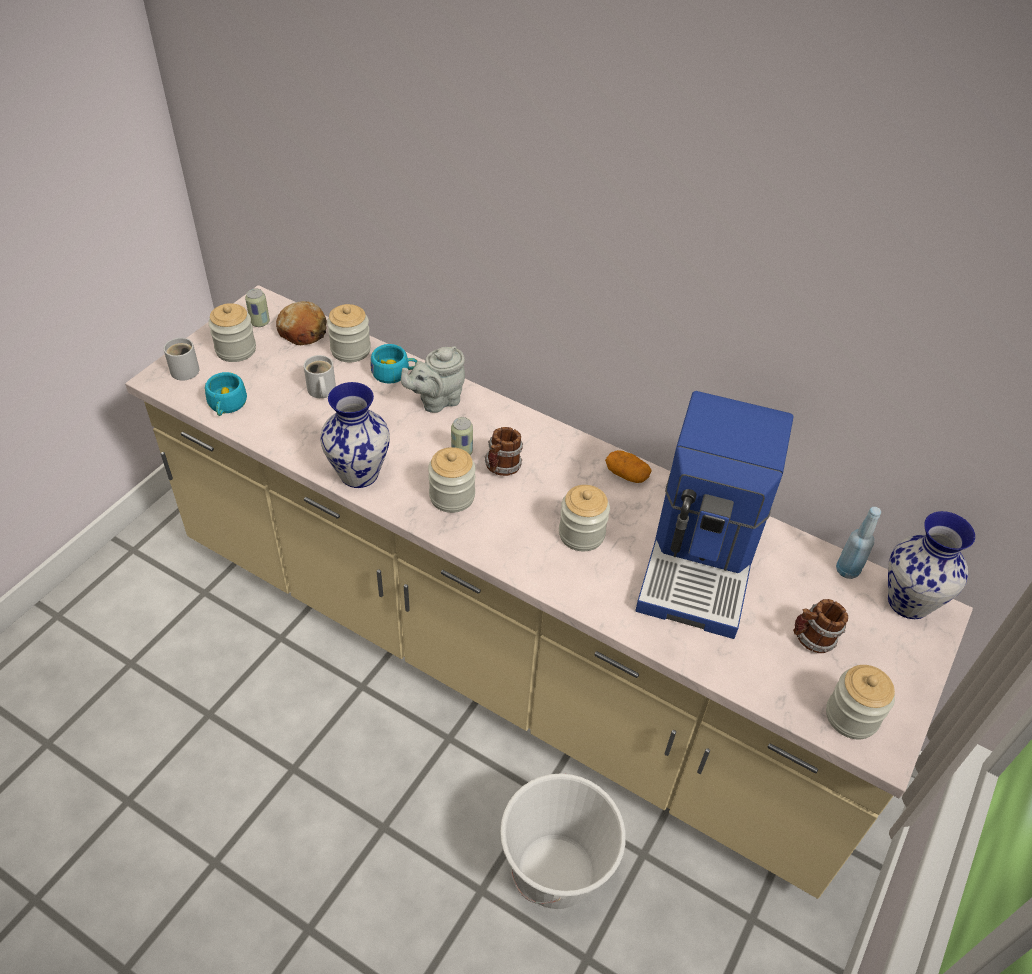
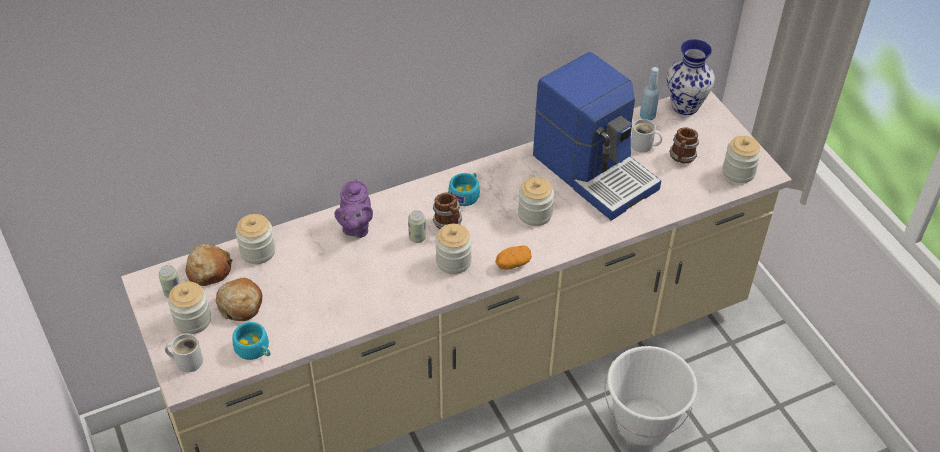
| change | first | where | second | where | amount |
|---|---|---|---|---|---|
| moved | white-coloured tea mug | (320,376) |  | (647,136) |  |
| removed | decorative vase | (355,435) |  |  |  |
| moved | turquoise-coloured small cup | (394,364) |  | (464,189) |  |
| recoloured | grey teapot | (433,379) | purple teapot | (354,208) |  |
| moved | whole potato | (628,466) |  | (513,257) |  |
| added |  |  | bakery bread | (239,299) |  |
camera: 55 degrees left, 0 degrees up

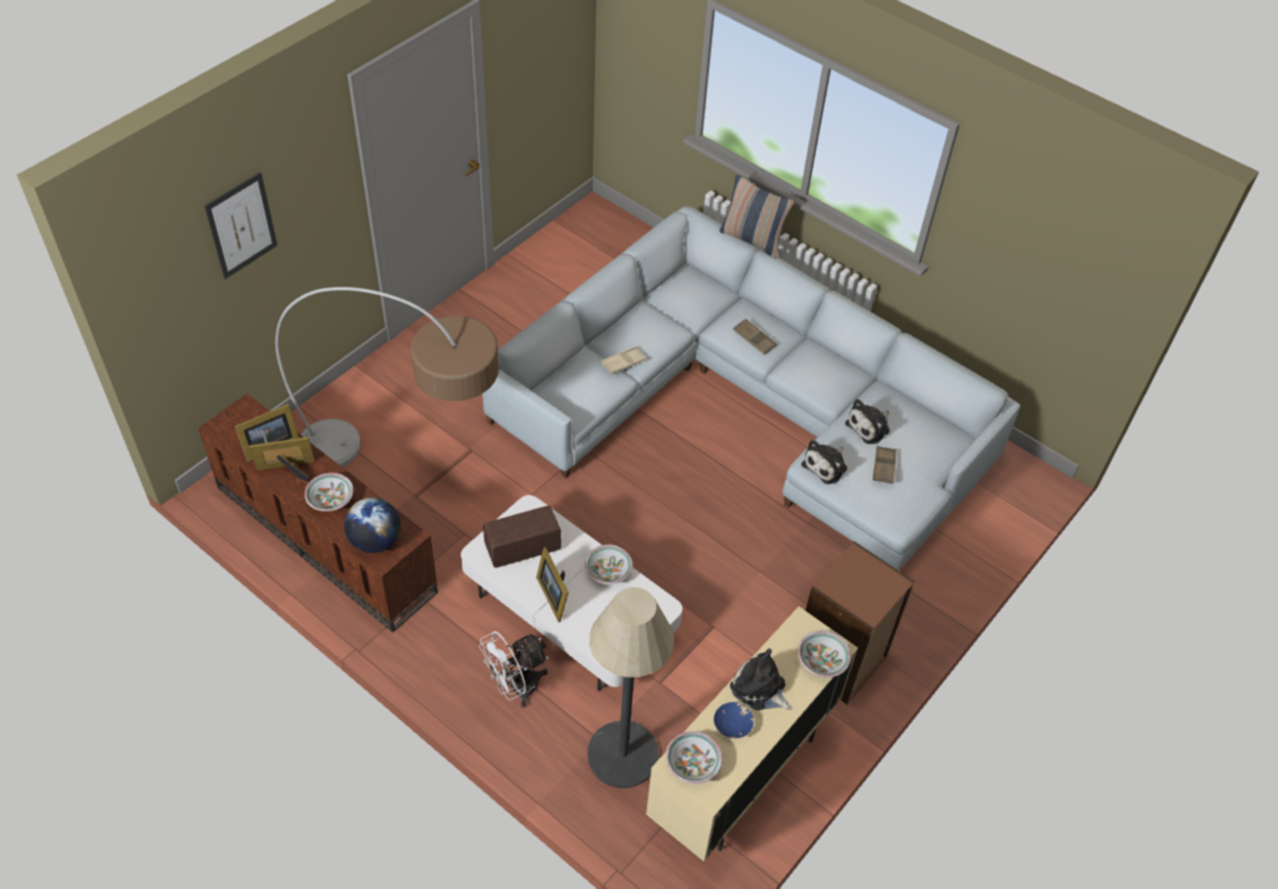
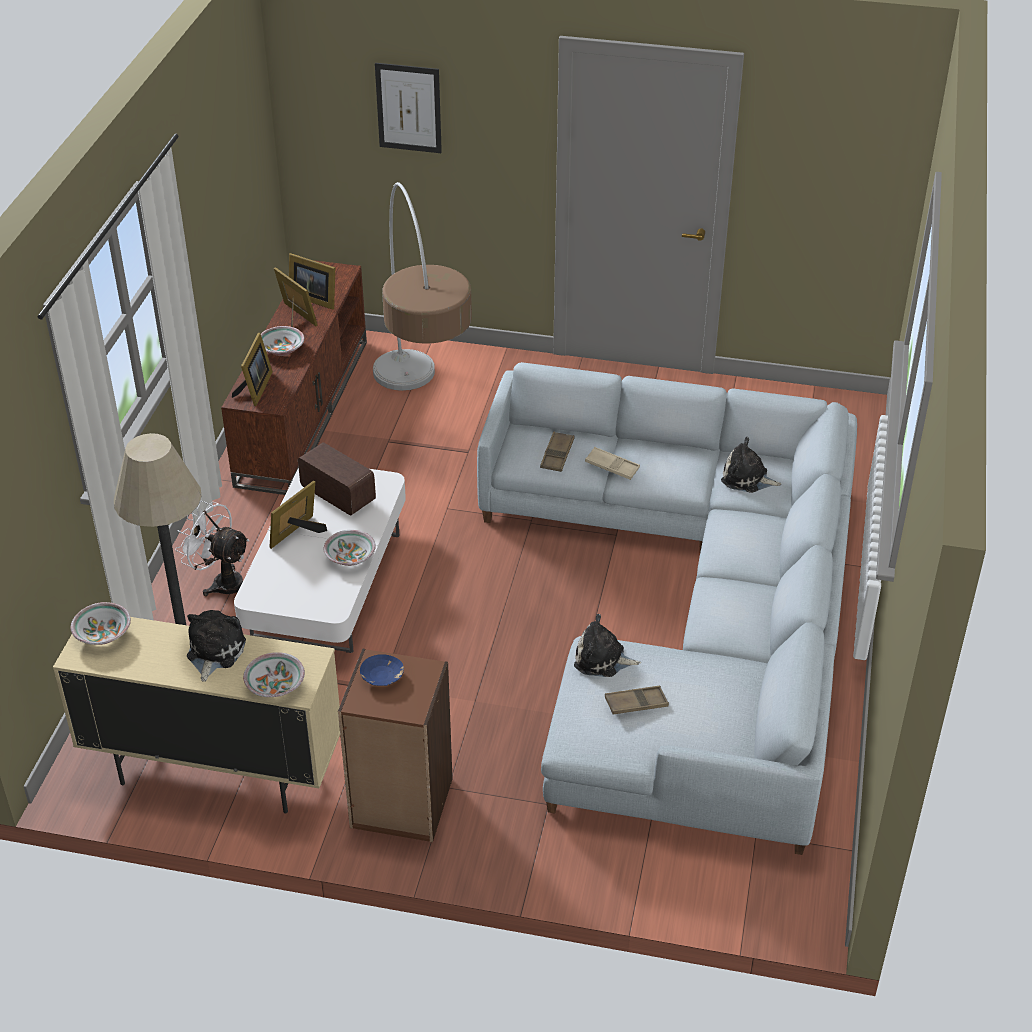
| change | first | where | second | where | amount |
|---|---|---|---|---|---|
| replaced | globe | (372,525) | photo frame | (252,369) |  |
| moved | bluish deep dish | (734,720) |  | (382,670) |  |
| removed | throw pillow | (757,217) |  |  |  |
| moved | brown tray | (755,337) |  | (557,451) |  |
| moved | soft toy | (867,421) |  | (751,465) |  |
camera: 65 degrees right, 10 degrees down

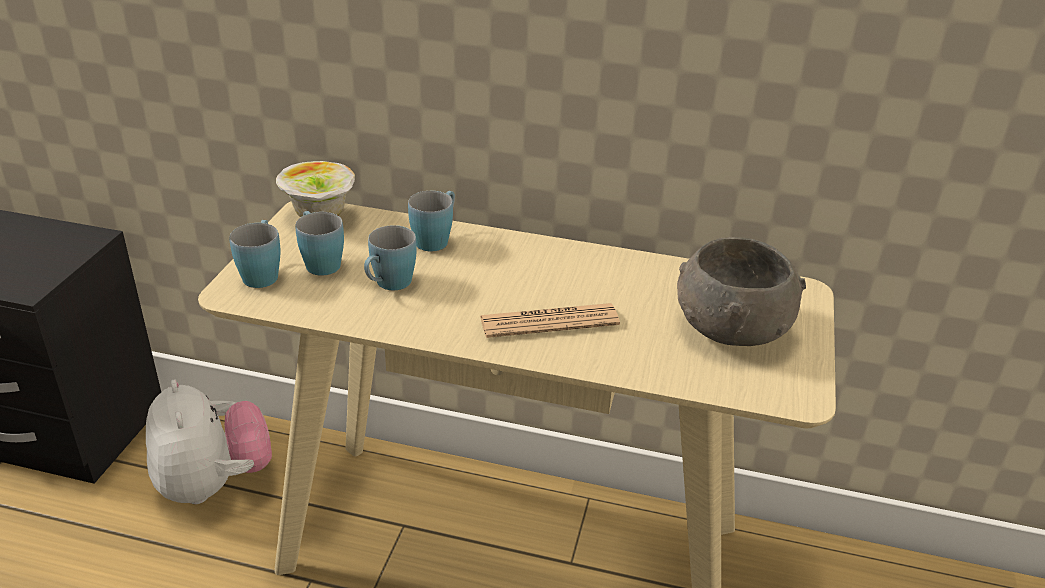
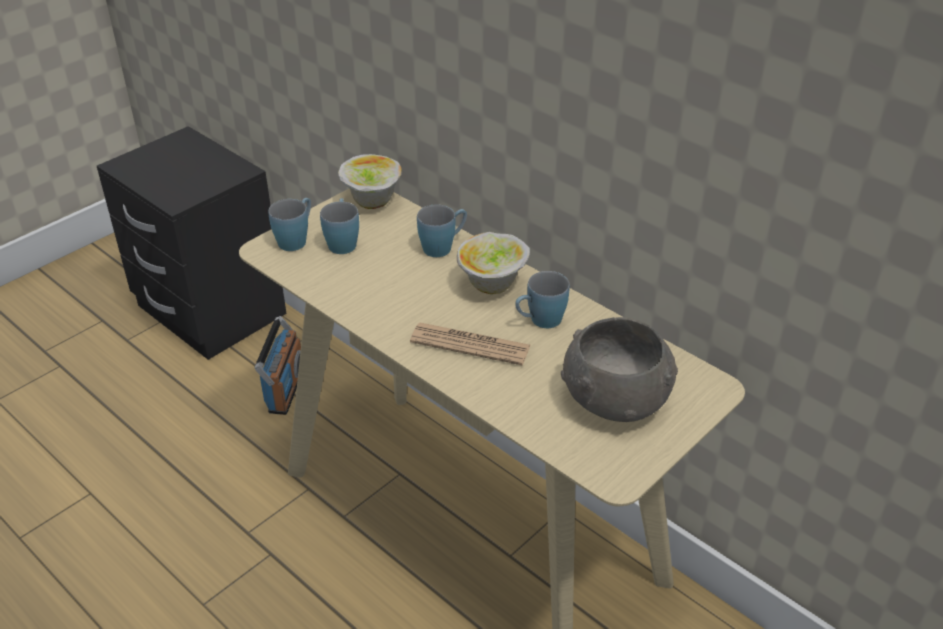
| change | first | where | second | where | amount |
|---|---|---|---|---|---|
| replaced | soft toy | (209,441) | radio set | (277,365) |  |
| moved | bluish tea mug | (390,257) |  | (542,299) |  |
| added |  |  | deep dish | (493,263) |  |
camera: 30 degrees right, 5 degrees up

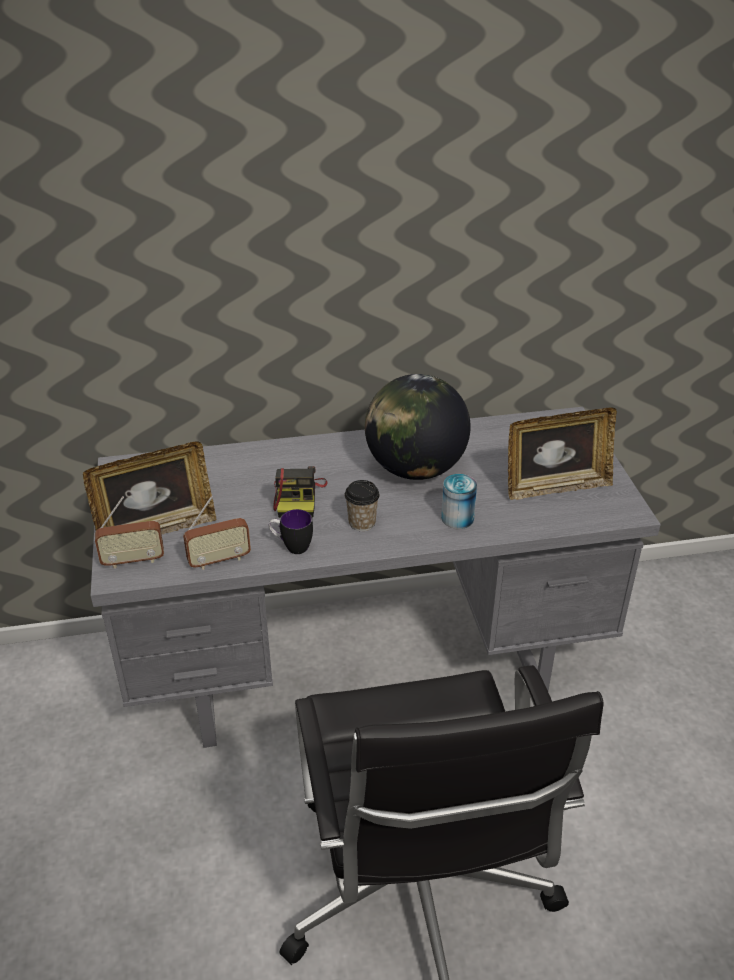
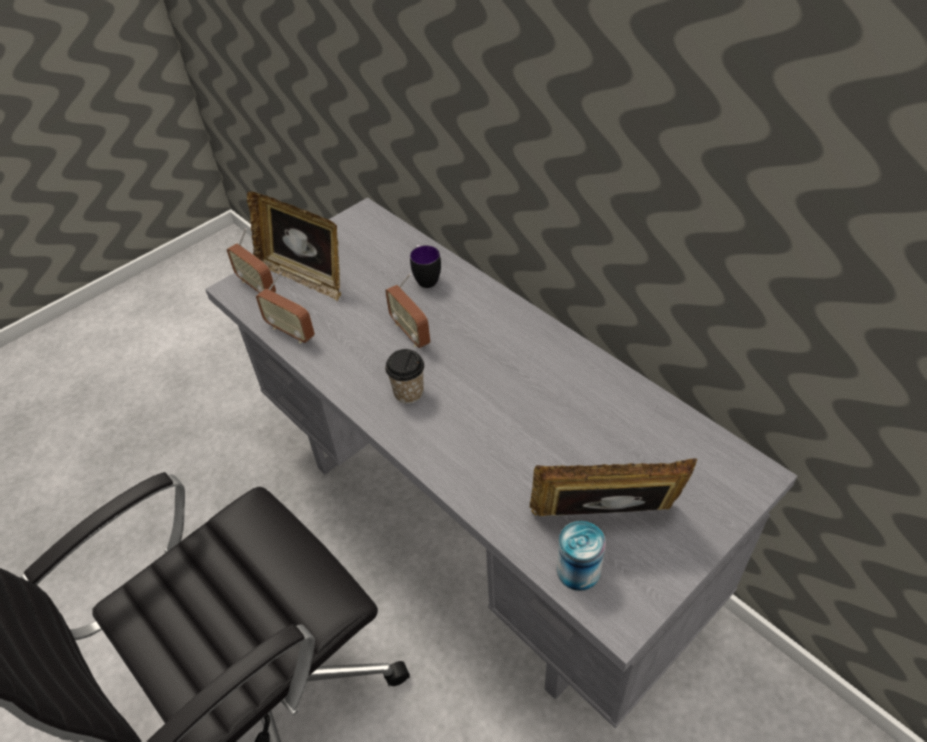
| change | first | where | second | where | amount |
|---|---|---|---|---|---|
| moved | tea mug | (291,531) |  | (425,266) |  |
| replaced | still camera | (300,492) | radio set | (407,311) |  |
| removed | globe | (418,427) |  |  |  |
| moved | sealed can | (459,501) |  | (581,556) |  |
| turned | photo frame | (562,454) |  | (613,487) | 135 degrees clockwise |
camera: 60 degrees right, 10 degrees up

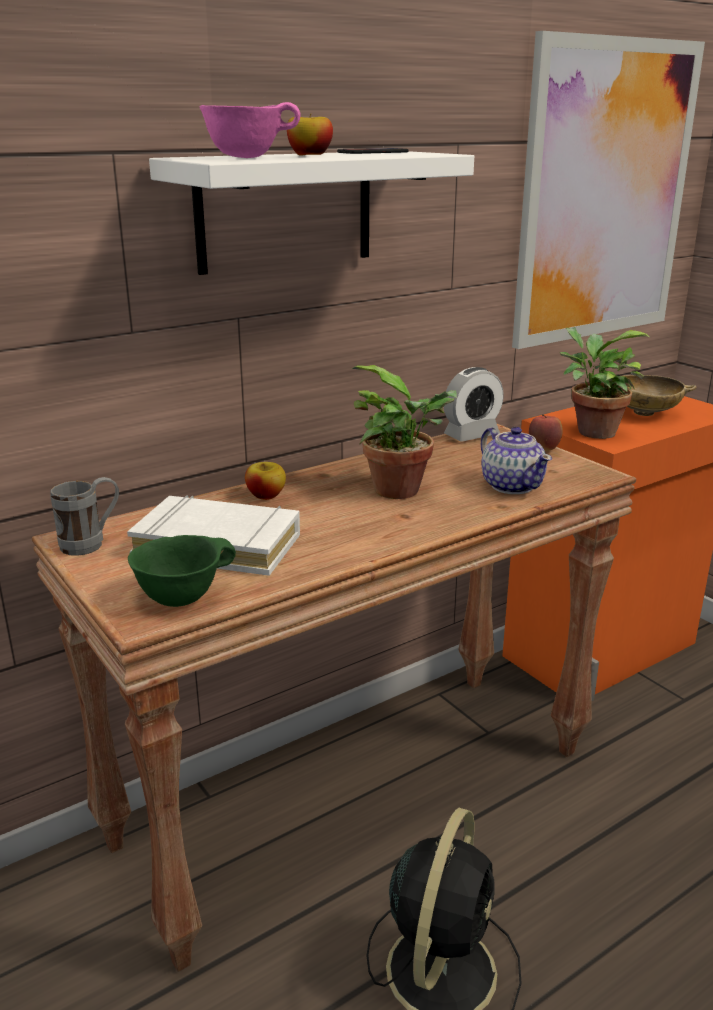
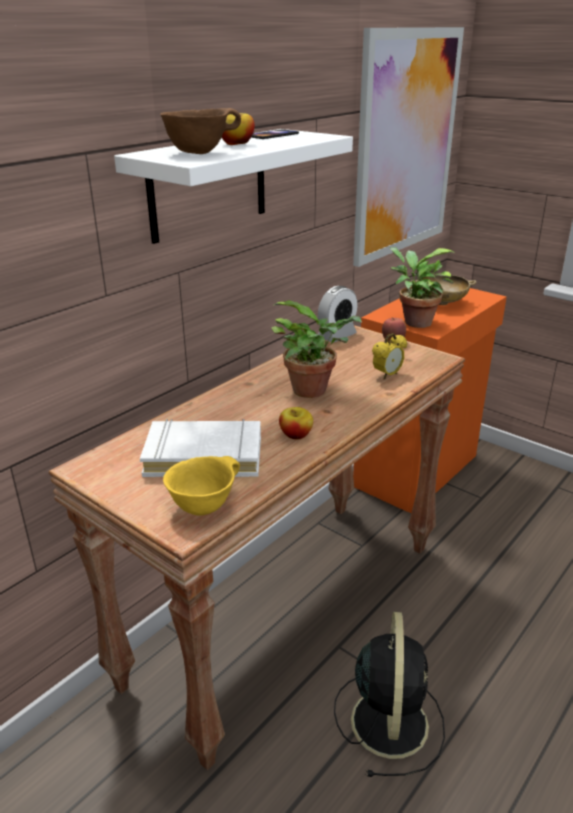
| change | first | where | second | where | amount |
|---|---|---|---|---|---|
| removed | grey tea mug | (84,516) |  |  |  |
| recoloured | greenish deep dish | (182,571) | yellowish deep dish | (201,485) |  |
| recoloured | pink deep dish | (250,130) | brown deep dish | (200,131) |  |
| moved | whole apple | (265,481) |  | (296,423) |  |
| replaced | teapot | (516,460) | alarm clock | (389,356) |  |
camera: 15 degrees left, 5 degrees up

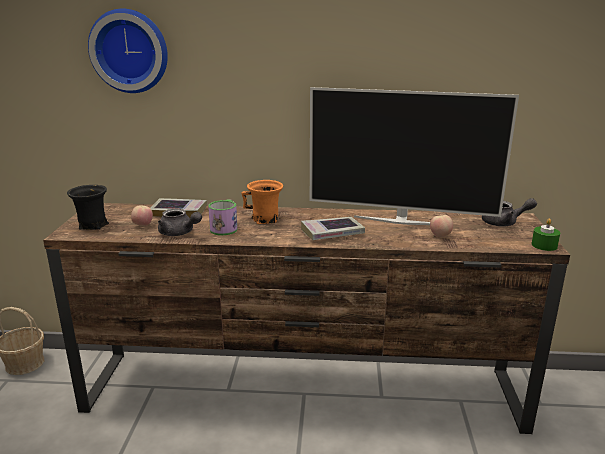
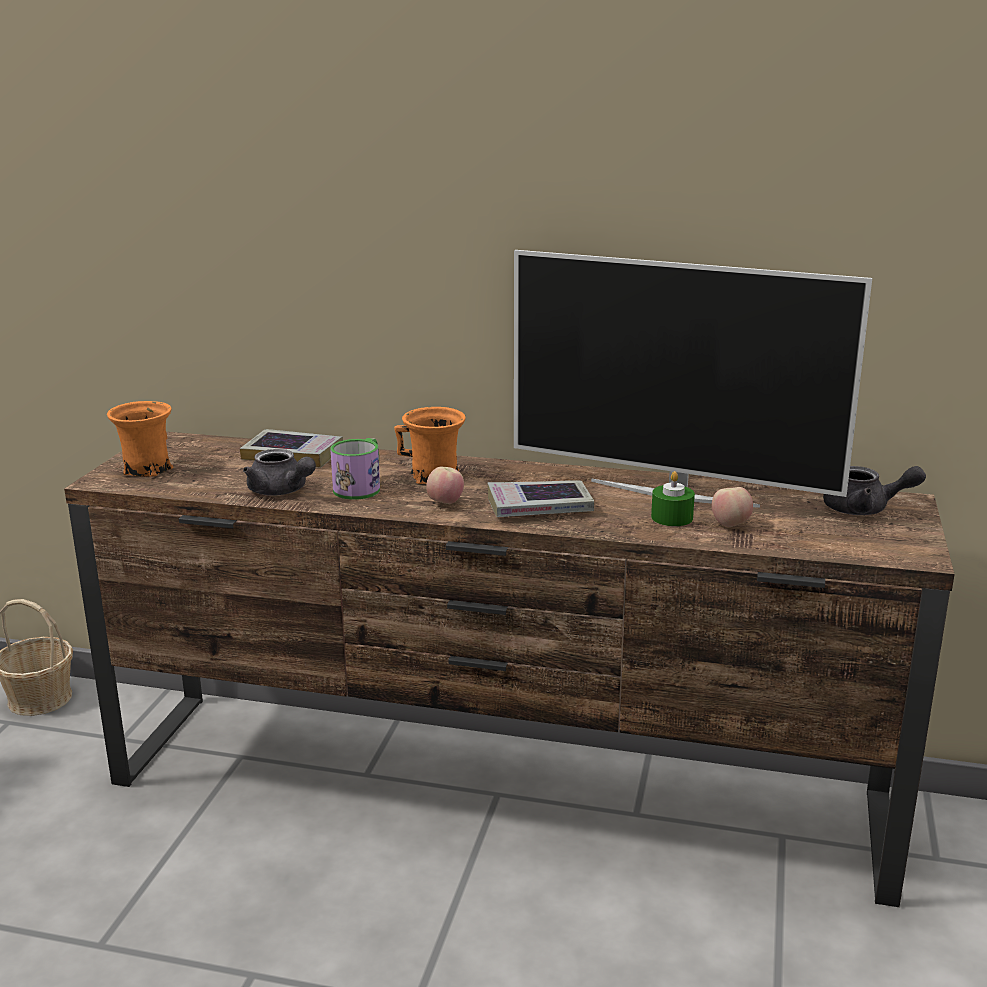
| change | first | where | second | where | amount |
|---|---|---|---|---|---|
| recoloured | blackish tea mug | (88,207) | orange tea mug | (140,439) |  |
| removed | clock on the wall | (128,51) |  |  |  |
| moved | whole apple | (142,215) |  | (445,485) |  |
| moved | greenish wax candle | (546,235) |  | (673,498) |  |
camera: 10 degrees right, 0 degrees up

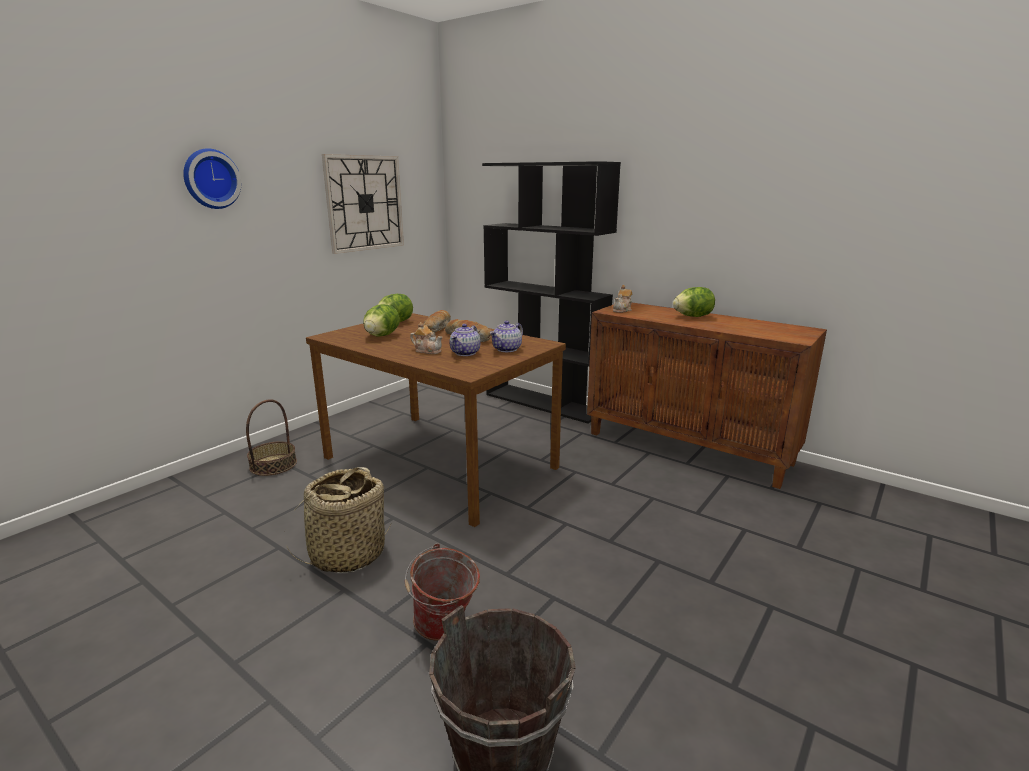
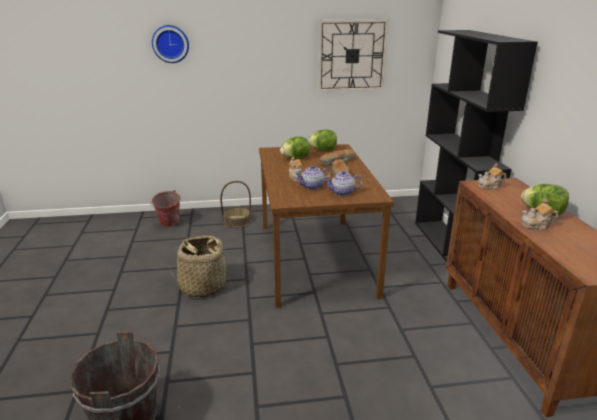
| change | first | where | second | where | amount |
|---|---|---|---|---|---|
| moved | clock on the wall | (212,178) |  | (170,44) |  |
| moved | water bucket | (442,592) |  | (165,208) |  |
| added |  |  | teapot | (540,215) |  |
camera: 45 degrees right, 5 degrees up

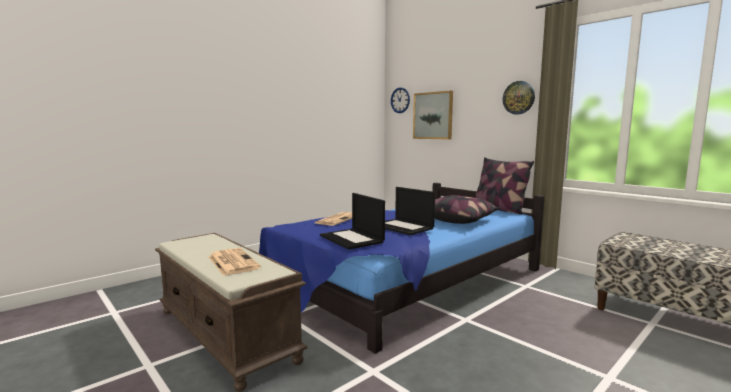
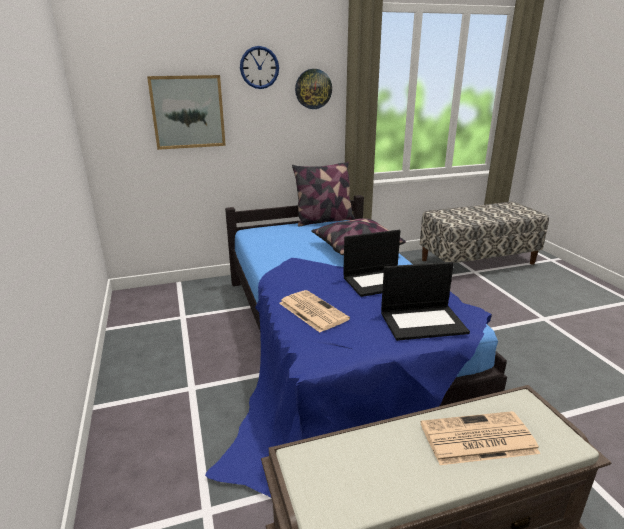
| change | first | where | second | where | amount |
|---|---|---|---|---|---|
| moved | clock on the wall | (400,100) |  | (259,67) |  |
camera: 65 degrees left, 15 degrees up

